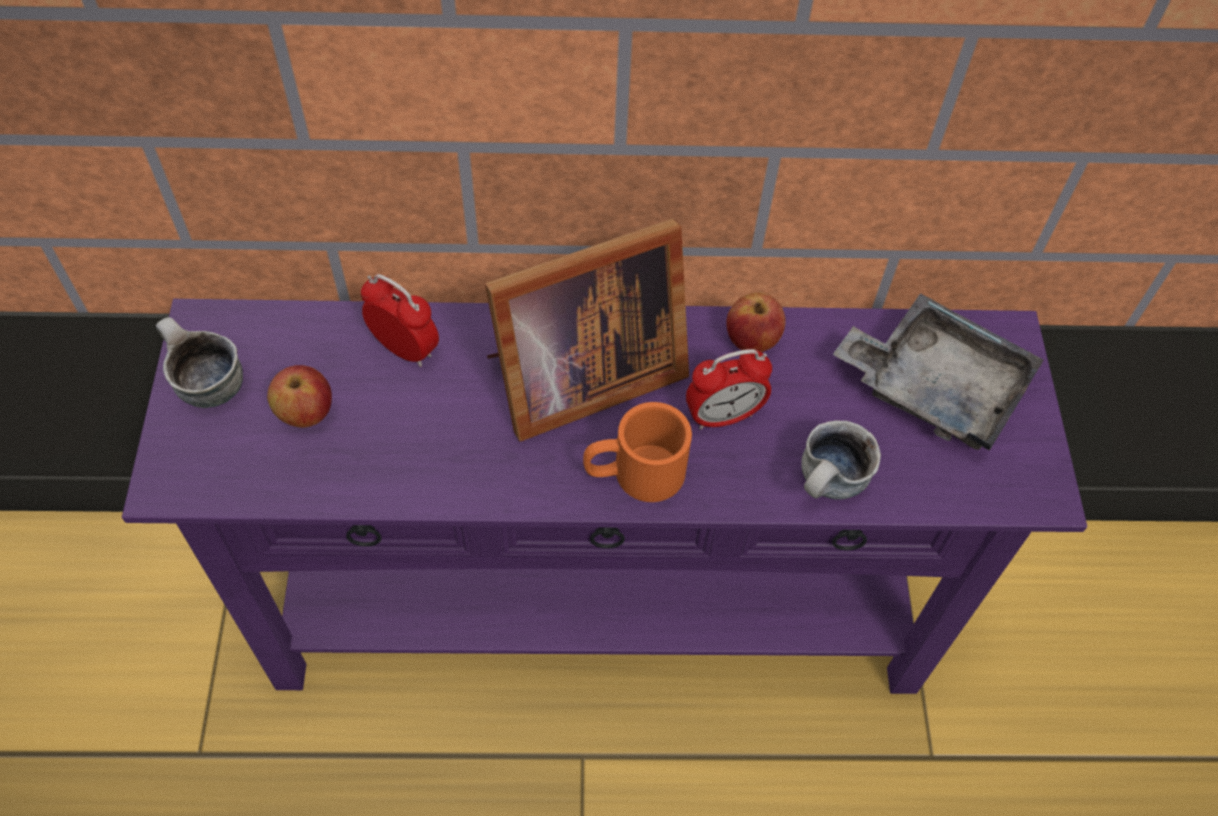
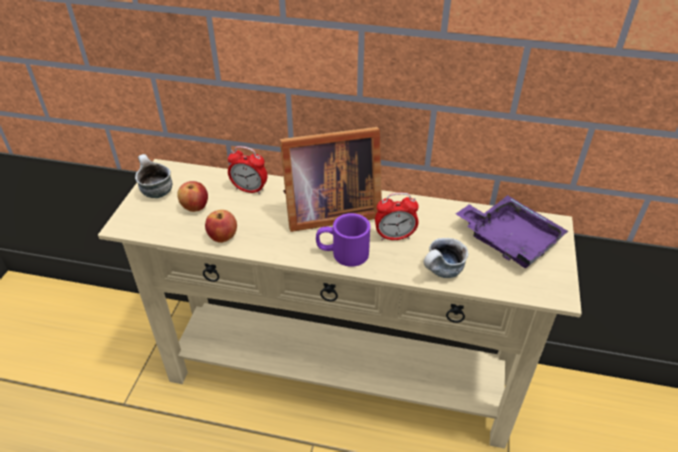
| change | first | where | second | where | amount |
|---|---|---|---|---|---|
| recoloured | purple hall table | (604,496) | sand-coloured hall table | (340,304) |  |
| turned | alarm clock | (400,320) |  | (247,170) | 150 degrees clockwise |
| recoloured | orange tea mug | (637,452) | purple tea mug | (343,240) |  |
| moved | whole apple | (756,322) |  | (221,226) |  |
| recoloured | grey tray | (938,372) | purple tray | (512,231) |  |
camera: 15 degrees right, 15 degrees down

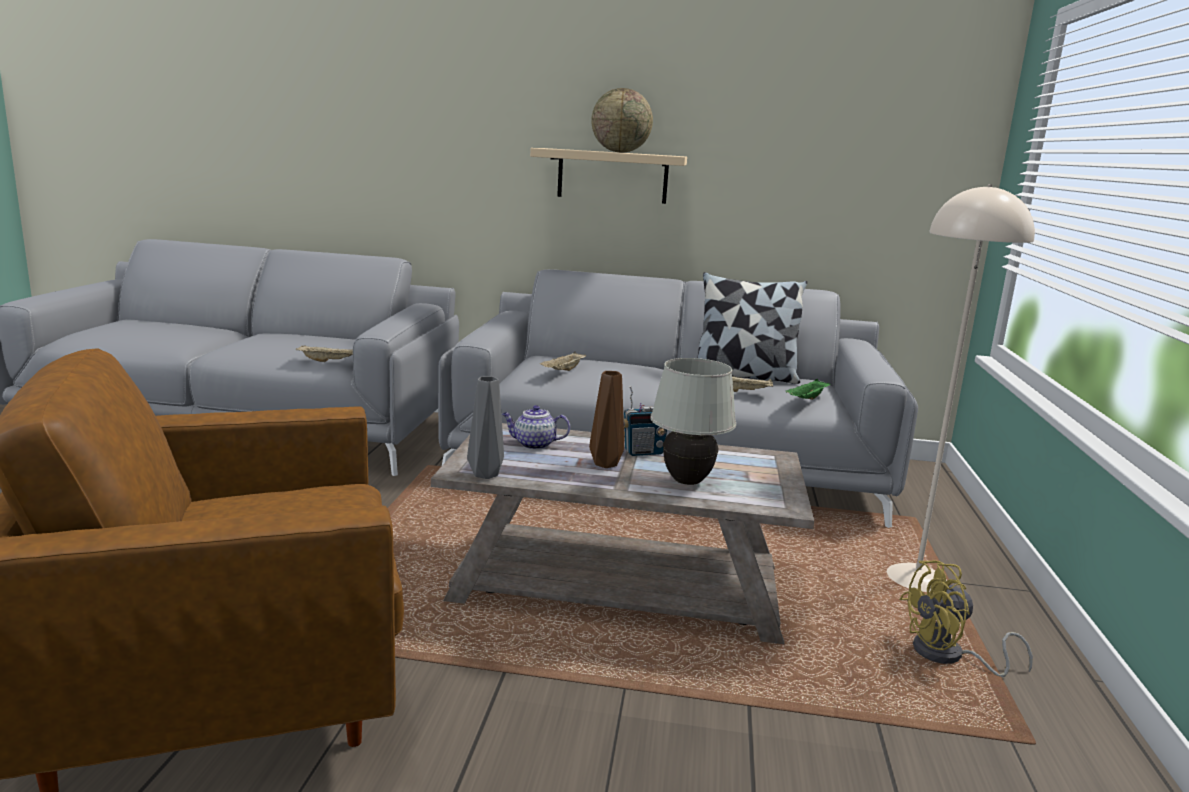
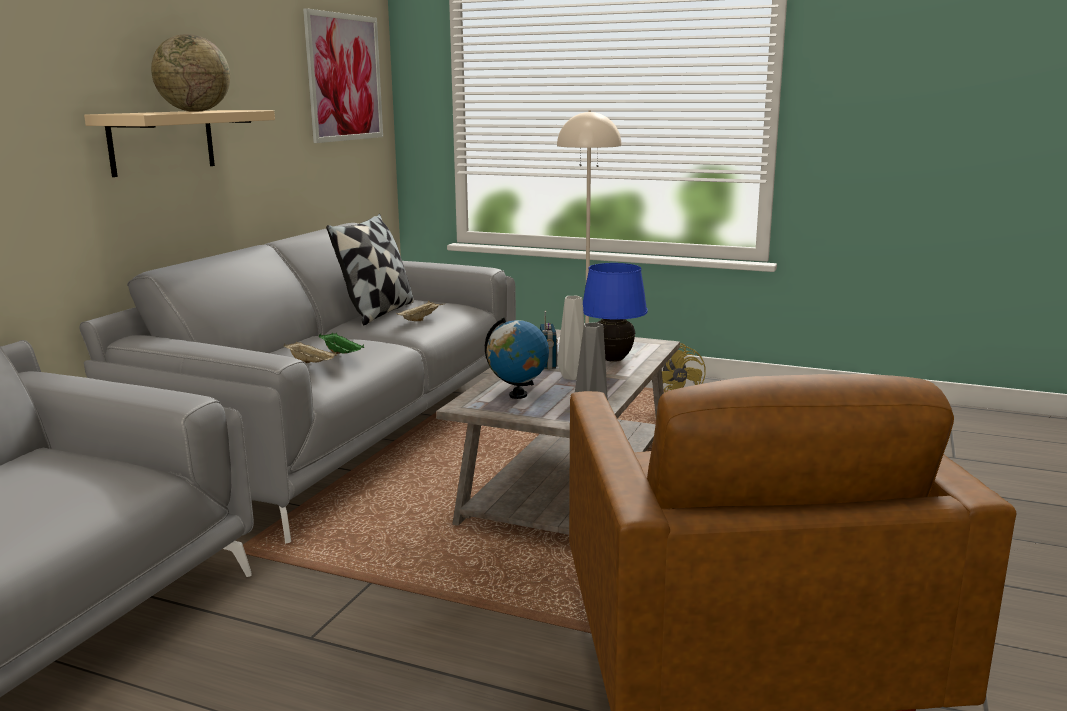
| change | first | where | second | where | amount |
|---|---|---|---|---|---|
| removed | sand-coloured tray | (324,353) |  |  |  |
| replaced | teapot | (536,427) | globe | (517,358) |  |
| recoloured | brown decorative vase | (606,419) | grey decorative vase | (570,338) |  |
| recoloured | white-coloured lamp for a table | (693,421) | bluish lamp for a table | (615,312) |  |
| moved | greenish tray | (808,389) |  | (341,343) |  |
| added |  |  | wall art | (343,75) |  |
camera: 75 degrees left, 0 degrees up

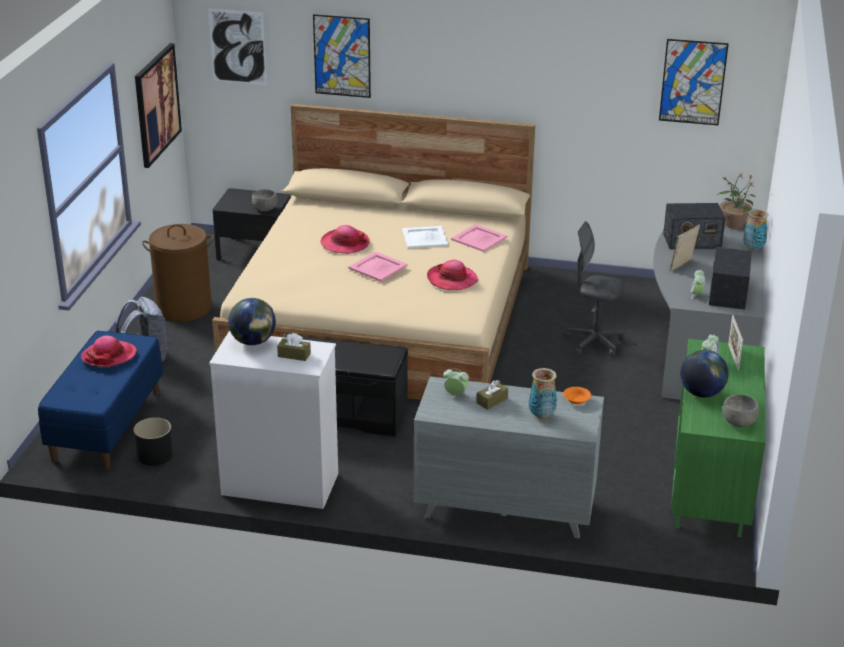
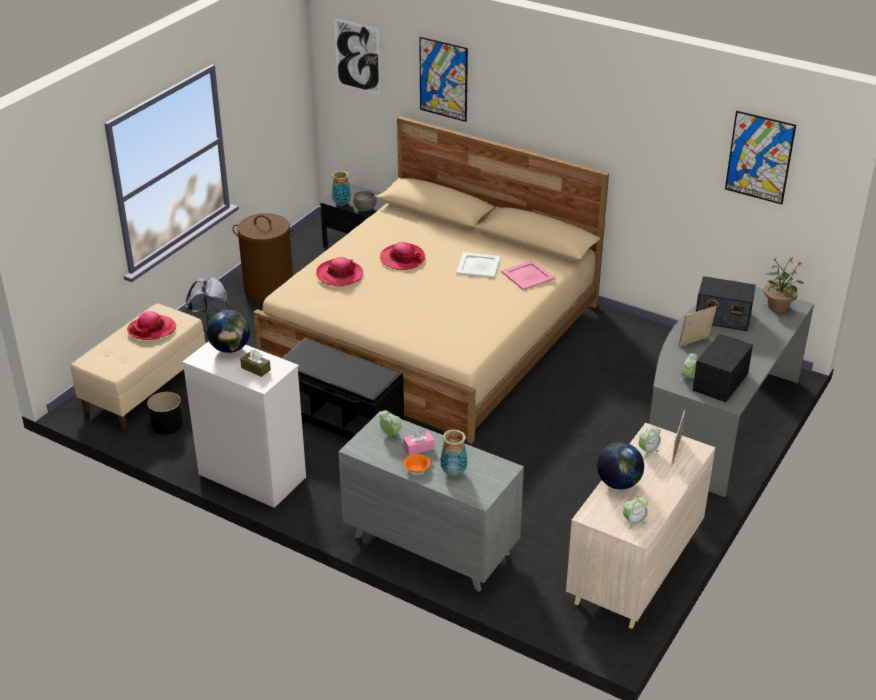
| change | first | where | second | where | amount |
|---|---|---|---|---|---|
| recoloured | bluish long seat | (100,400) | sand-coloured long seat | (138,366) |  |
| removed | wall art | (158,105) |  |  |  |
| removed | pink tray | (378,267) |  |  |  |
| moved | hat | (452,275) |  | (339,271) |  |
| recoloured | brown tissue holder | (492,395) | pink tissue holder | (418,443) |  |
| moved | orange deep dish | (577,395) |  | (417,463) |  |
| removed | grey office chair | (594,289) |  |  |  |
| recoloured | greenish drawer chest | (718,438) | sand-coloured drawer chest | (640,526) |  |
| replaced | grey deep dish | (740,411) | alarm clock | (635,512) |  |
| moved | decorative vase | (756,230) |  | (341,188) |  |
camera: 20 degrees right, 5 degrees up

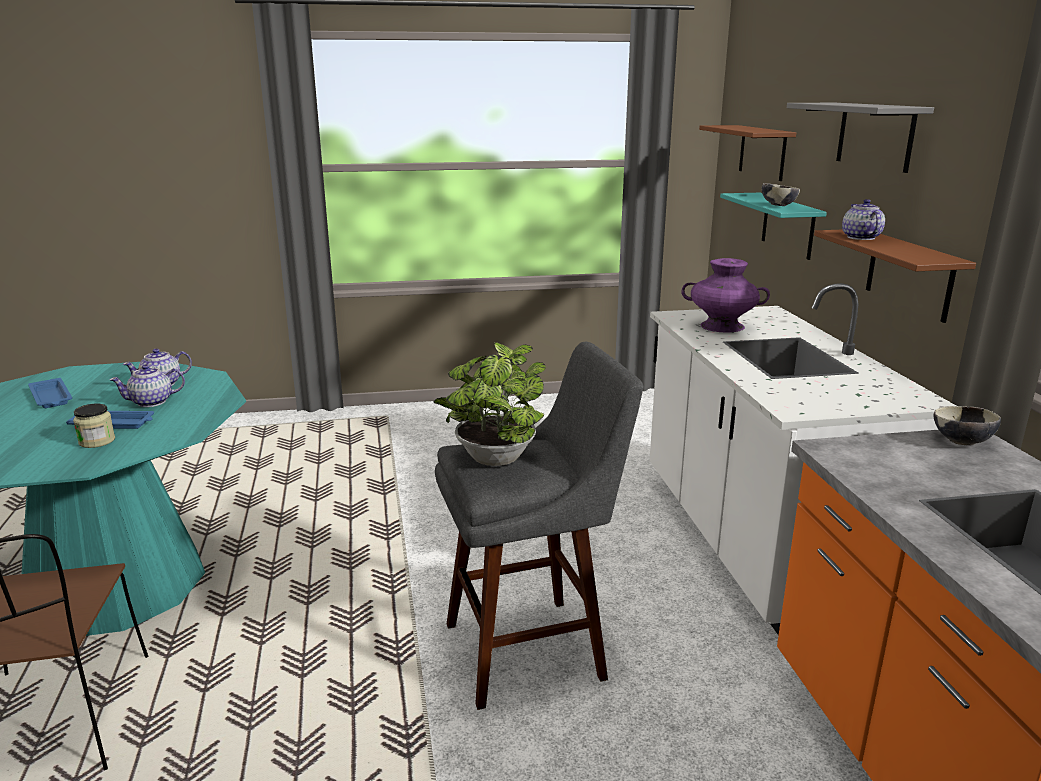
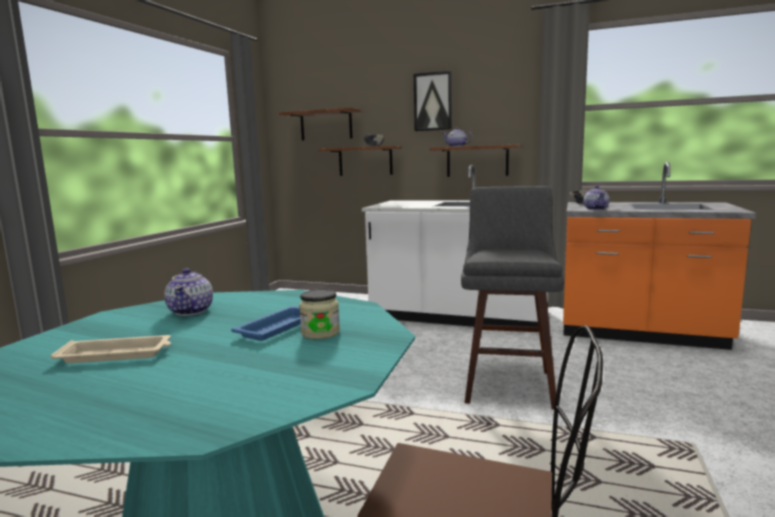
| change | first | where | second | where | amount |
|---|---|---|---|---|---|
| recoloured | bluish tray | (50,393) | sand-coloured tray | (110,349) |  |
| moved | teapot | (147,386) |  | (596,198) |  |
| removed | plant in a pot | (490,404) |  |  |  |
| removed | purple decorative vase | (726,295) |  |  |  |
| recoloured | turquoise-coloured wall shelf | (773,226) | brown wall shelf | (360,161) |  |
| replaced | grey wall shelf | (860,138) | wall art | (433,101) |  |
camera: 60 degrees left, 10 degrees down

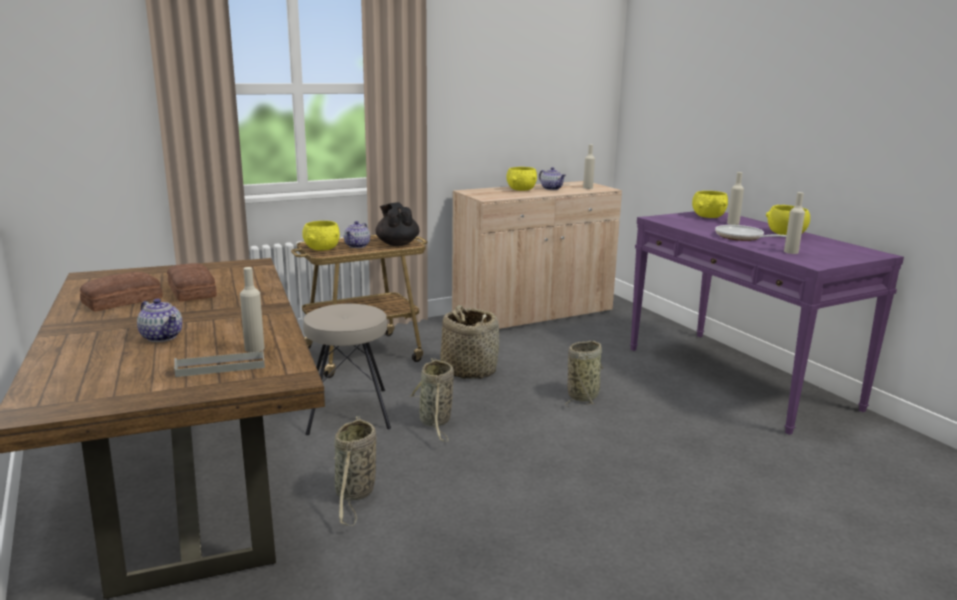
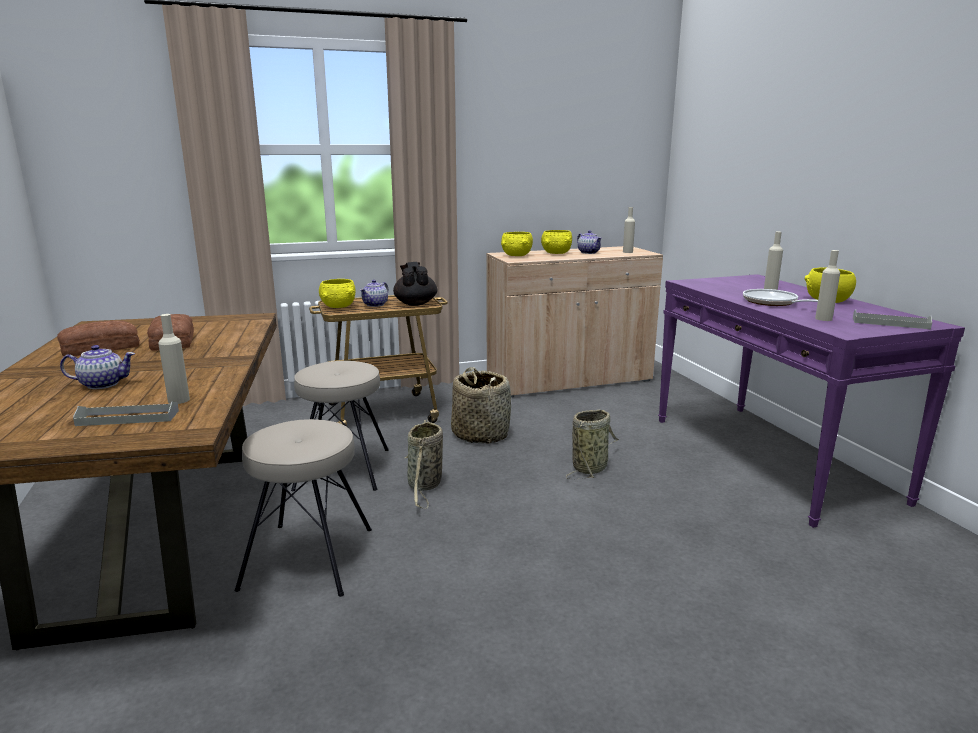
| change | first | where | second | where | amount |
|---|---|---|---|---|---|
| turned | teapot | (159,320) |  | (97,367) | 60 degrees counterclockwise |
| replaced | storage basket | (355,471) | sand-coloured sitting stool | (303,508) |  |
| moved | yellowish deep dish | (710,204) |  | (517,244) |  |
| added |  |  | grey tray | (892,319) |  |
camera: 10 degrees right, 0 degrees up

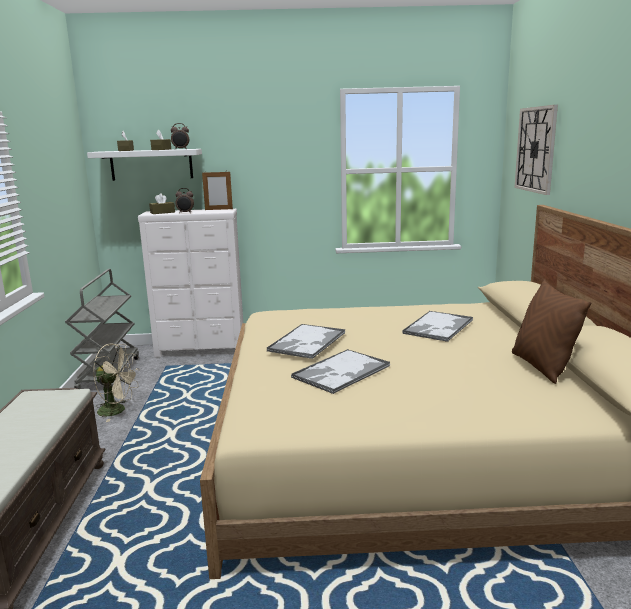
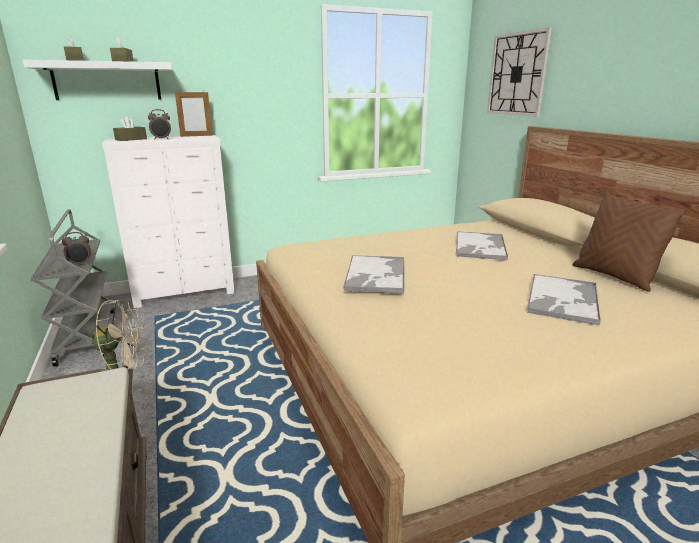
| change | first | where | second | where | amount |
|---|---|---|---|---|---|
| moved | alarm clock | (180,136) |  | (76,248) |  |
| moved | tray | (340,371) |  | (564,299) |  |
camera: 20 degrees left, 5 degrees up

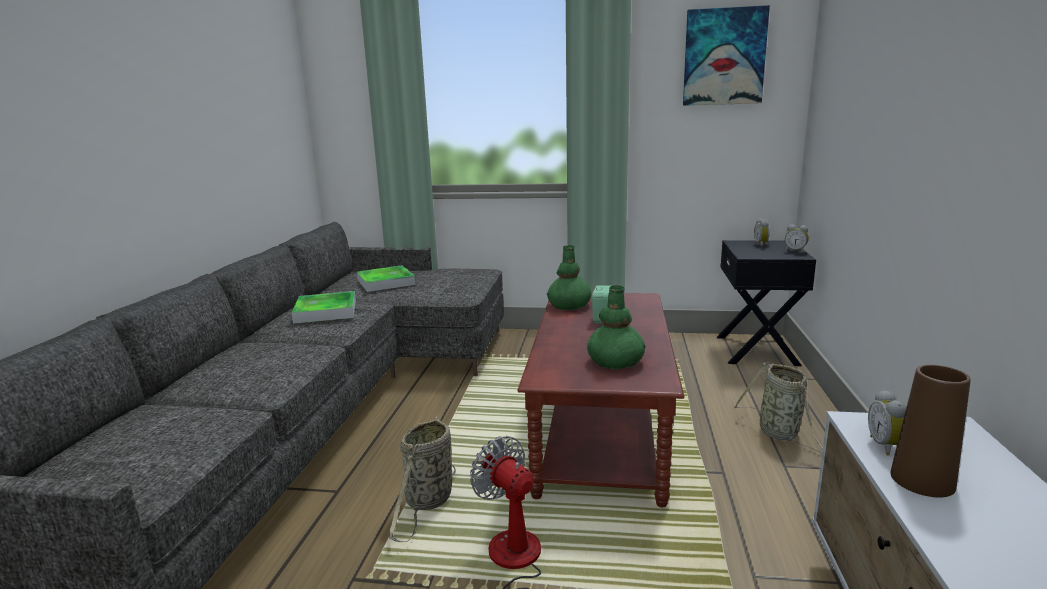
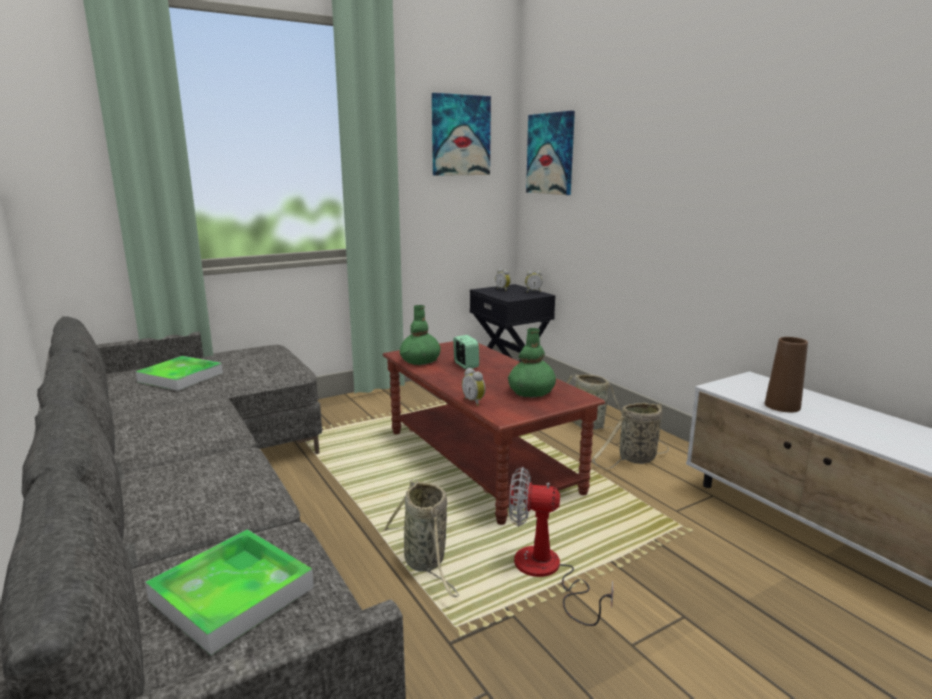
| change | first | where | second | where | amount |
|---|---|---|---|---|---|
| moved | tray | (324,307) |  | (229,592) |  |
| moved | alarm clock | (887,423) |  | (473,387) |  |
| added |  |  | wall art | (550,153) |  |
| added |  |  | storage basket | (630,436) |  |
camera: 40 degrees left, 0 degrees up

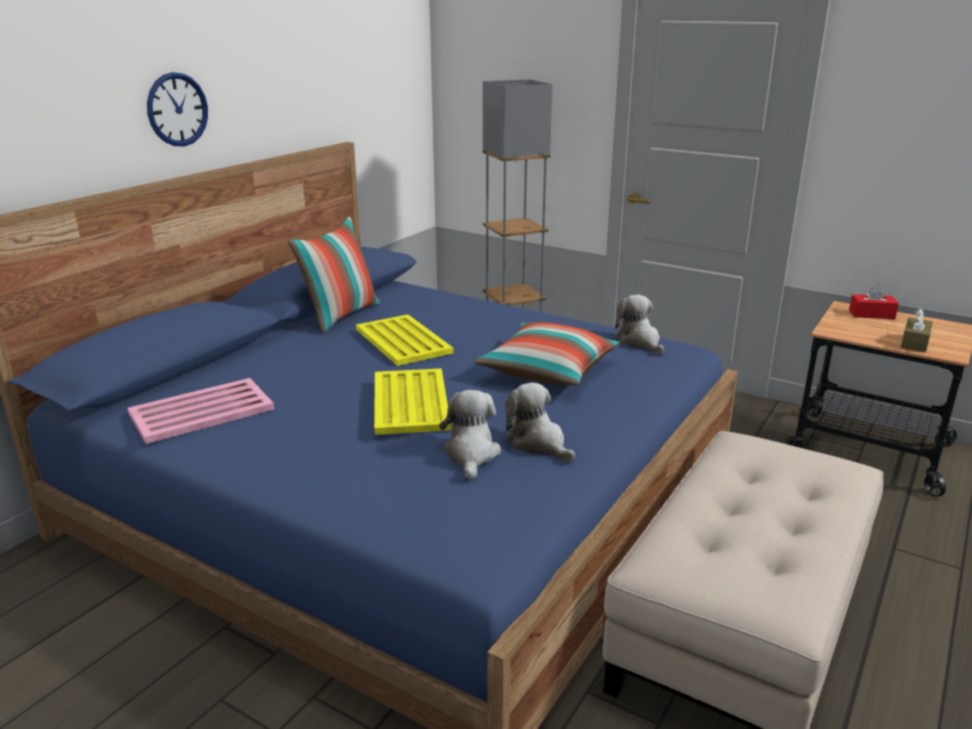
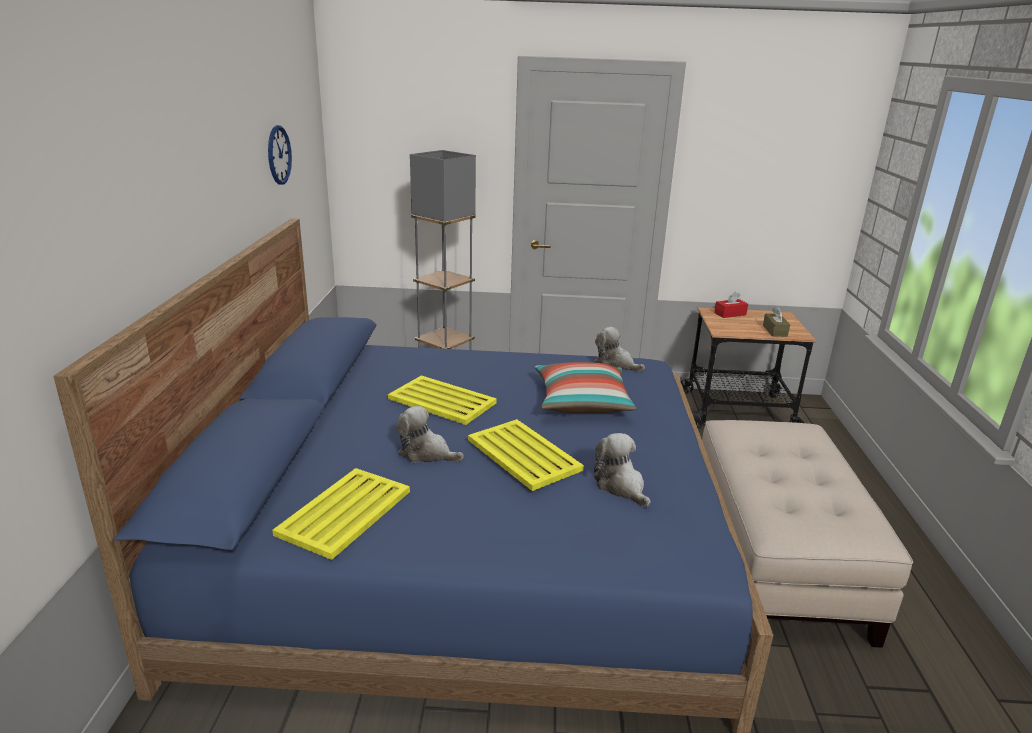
| change | first | where | second | where | amount |
|---|---|---|---|---|---|
| recoloured | pink tray | (201,411) | yellowish tray | (341,514) |  |
| moved | clock on the wall | (177,109) |  | (280,155) |  |
| removed | throw pillow | (334,275) |  |  |  |
| moved | soft toy | (540,422) |  | (430,434) |  |
camera: 30 degrees left, 0 degrees up

